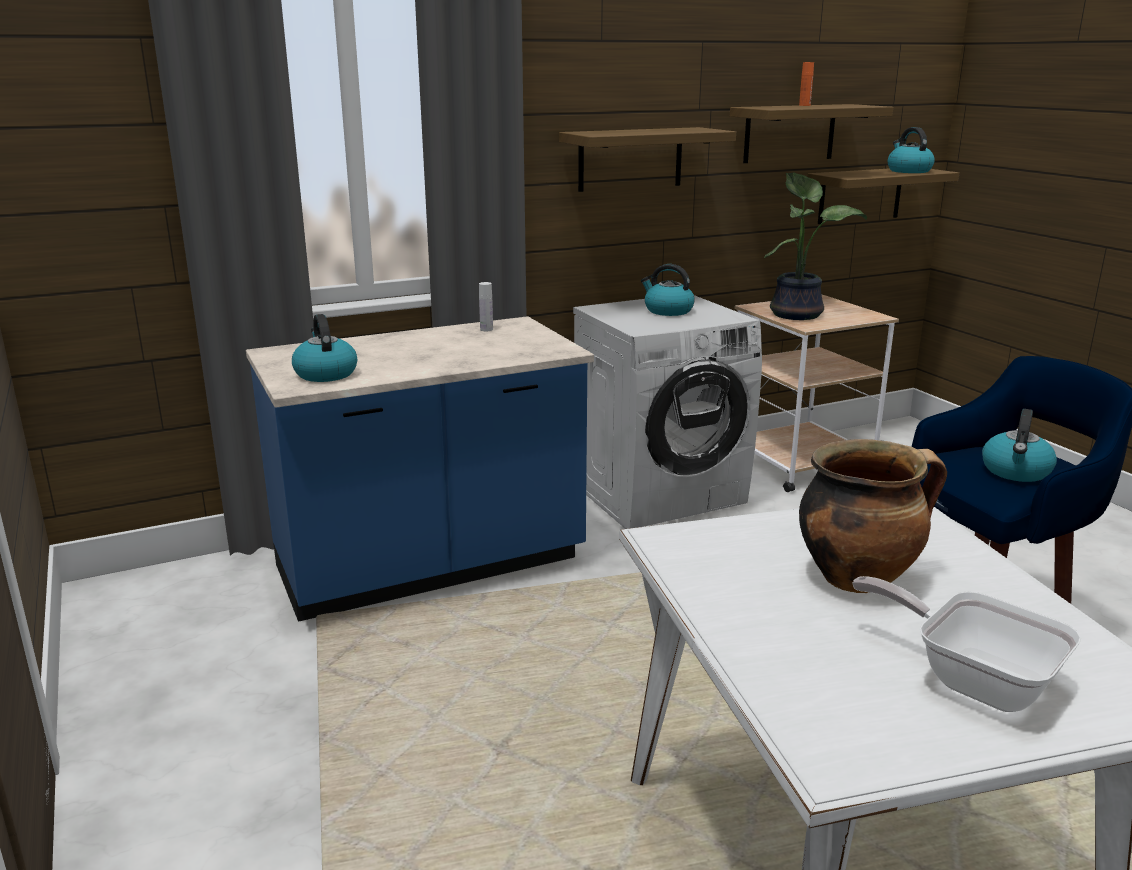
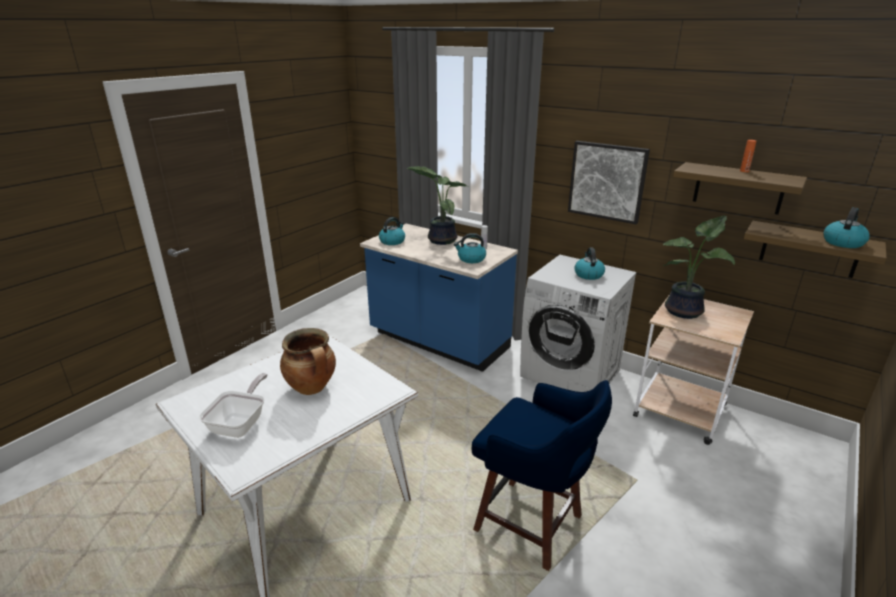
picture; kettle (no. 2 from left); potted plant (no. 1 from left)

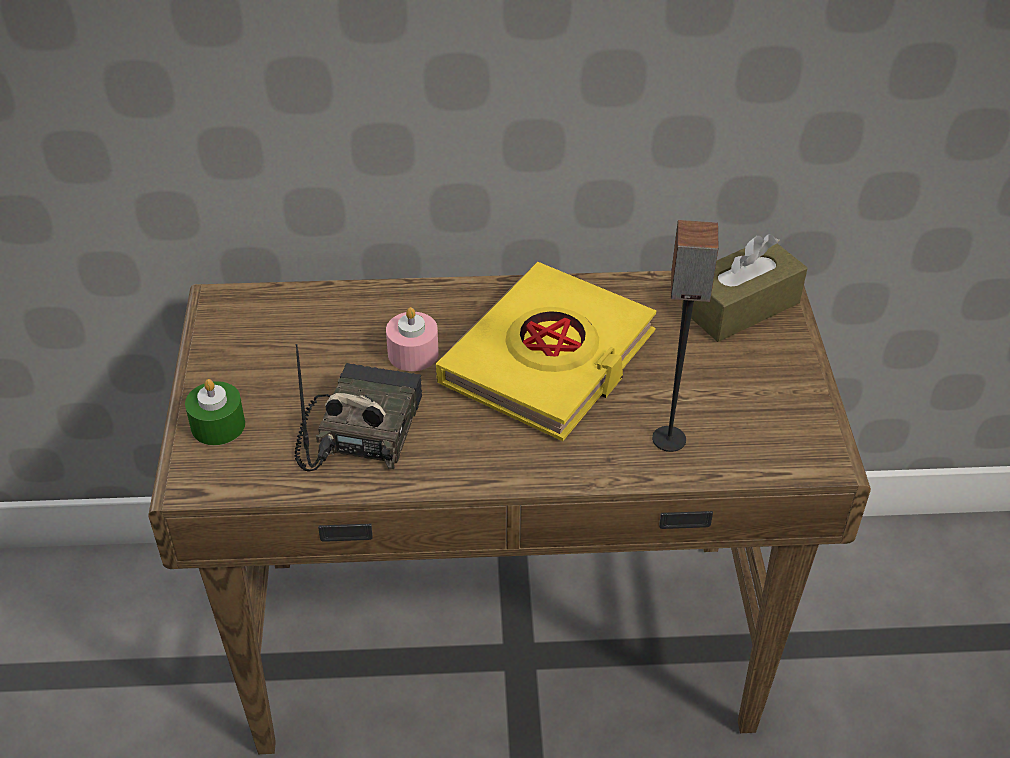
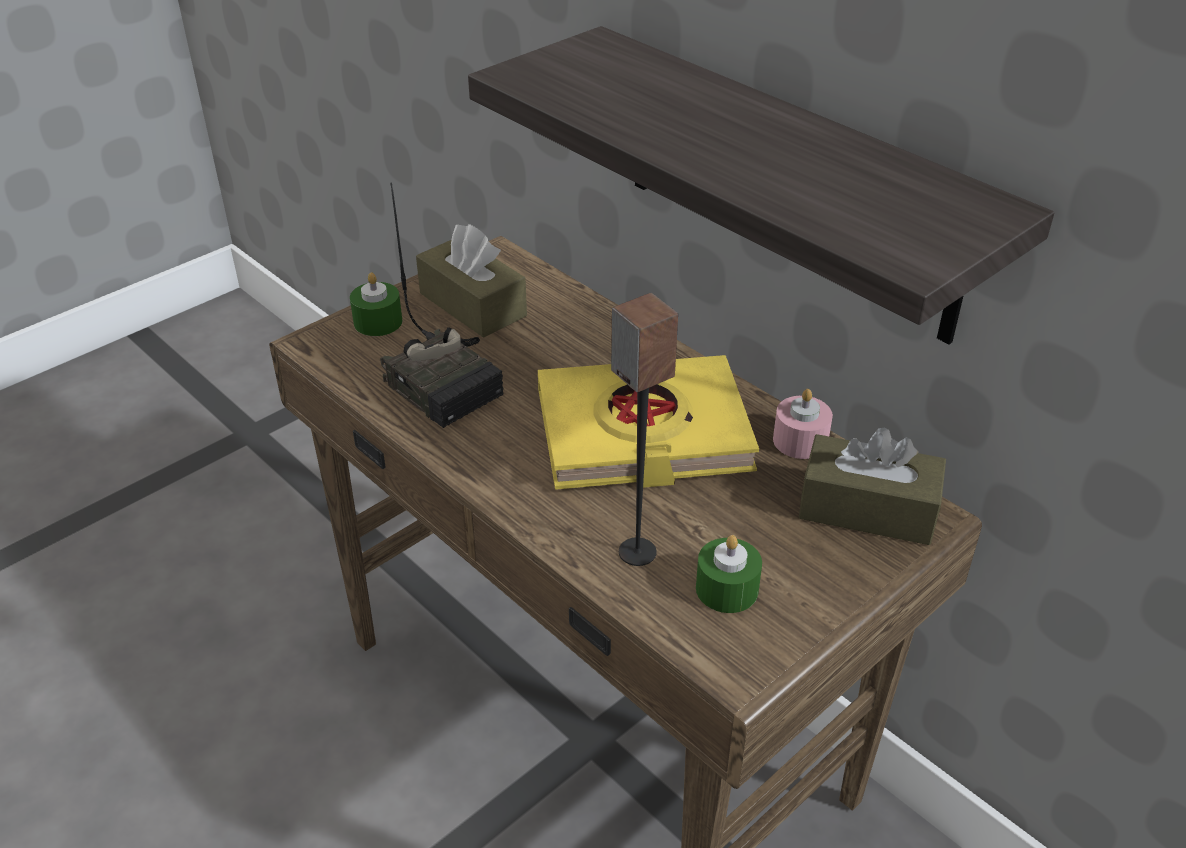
radio; pink candle; brown tissue box (no. 1 from left); shelf; green candle (no. 2 from left)

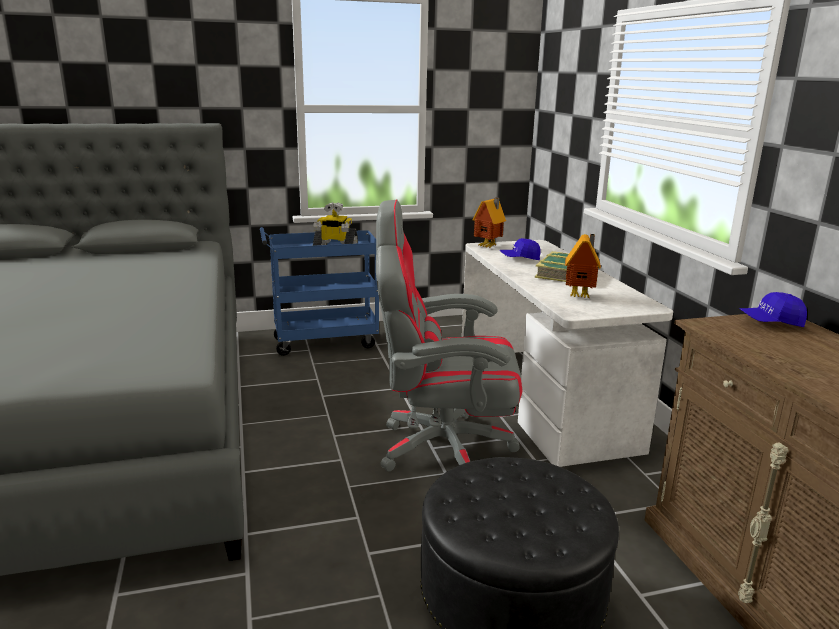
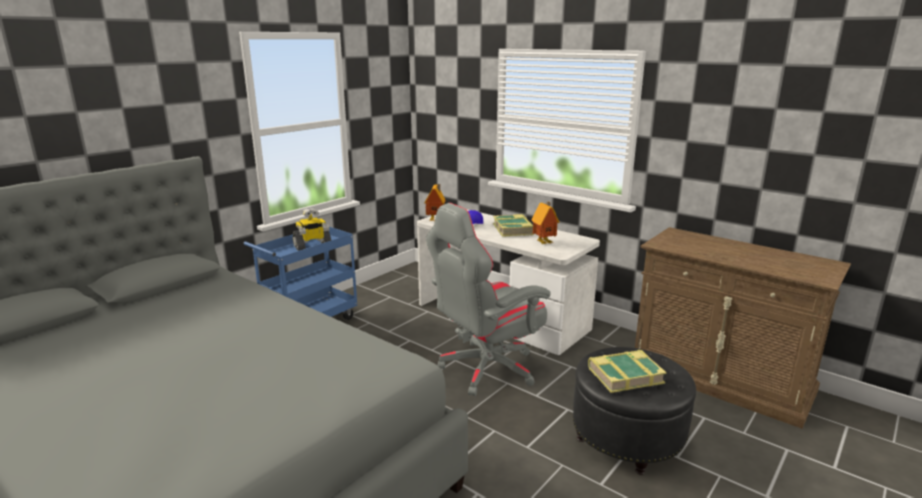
blue cap (no. 2 from left in the first image); book (no. 2 from left)

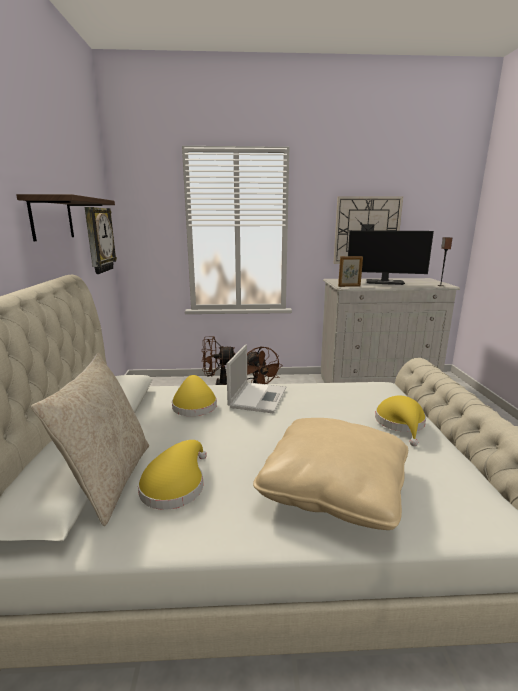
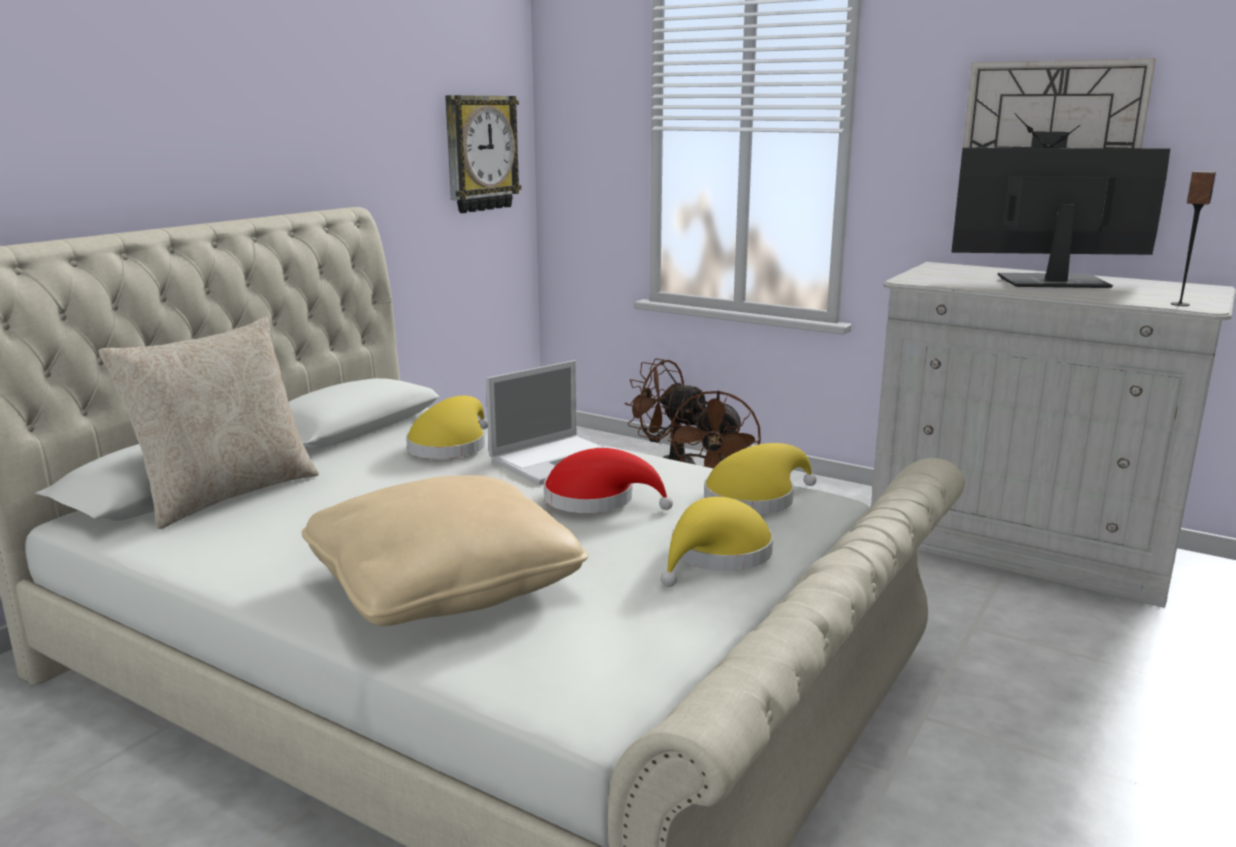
shelf; yellow hat (no. 3 from left); picture frame; monitor; red hat

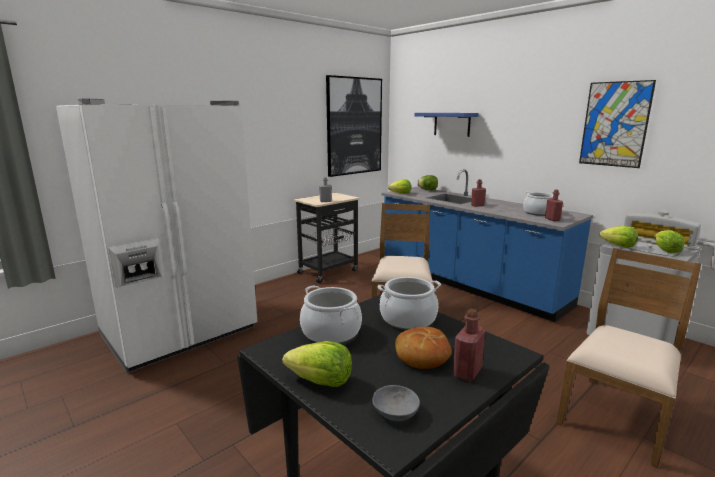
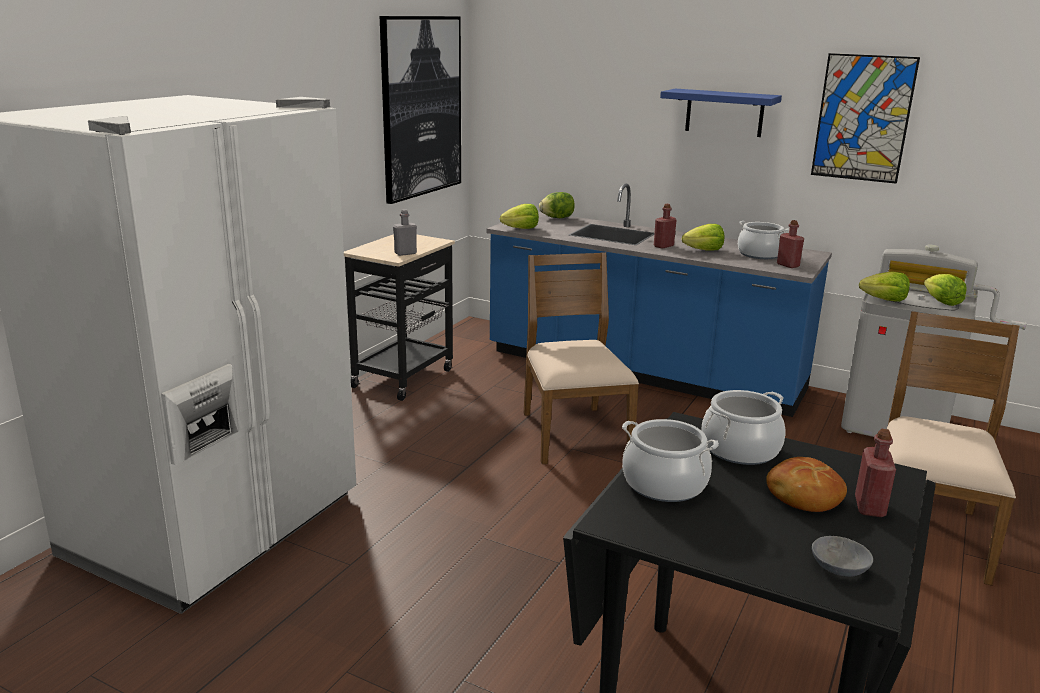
lettuce (no. 3 from left); blue shelf

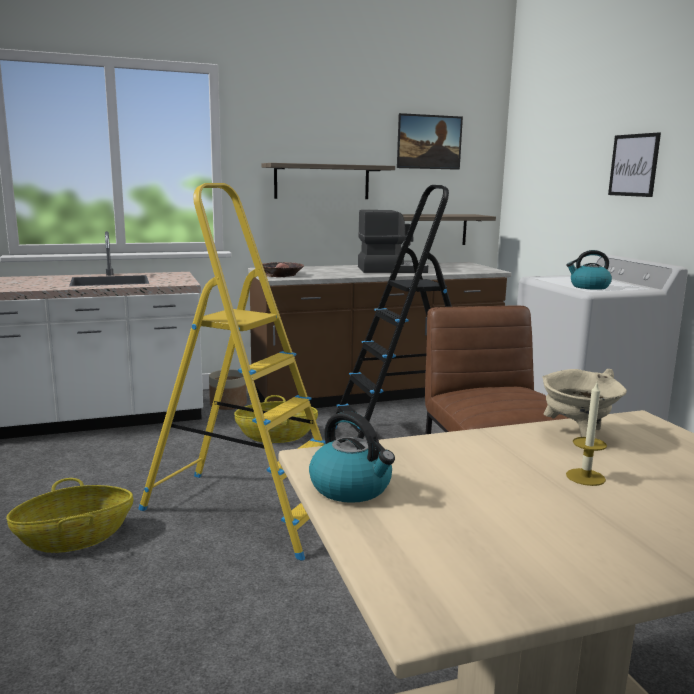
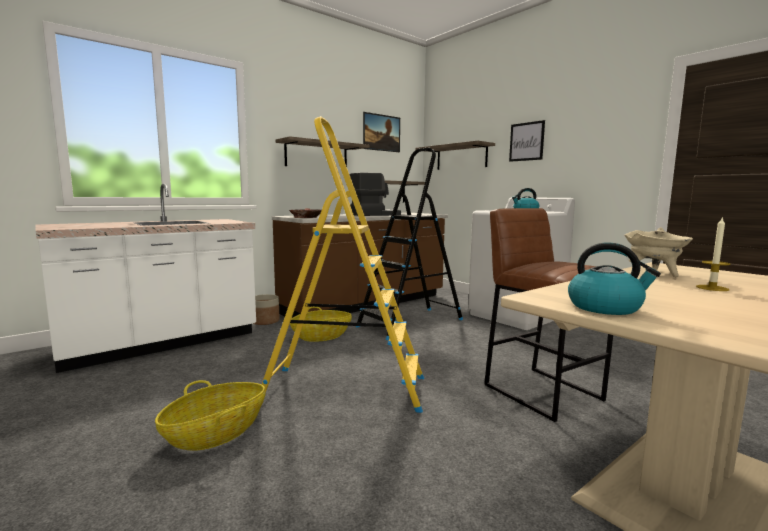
shelf (no. 3 from left)

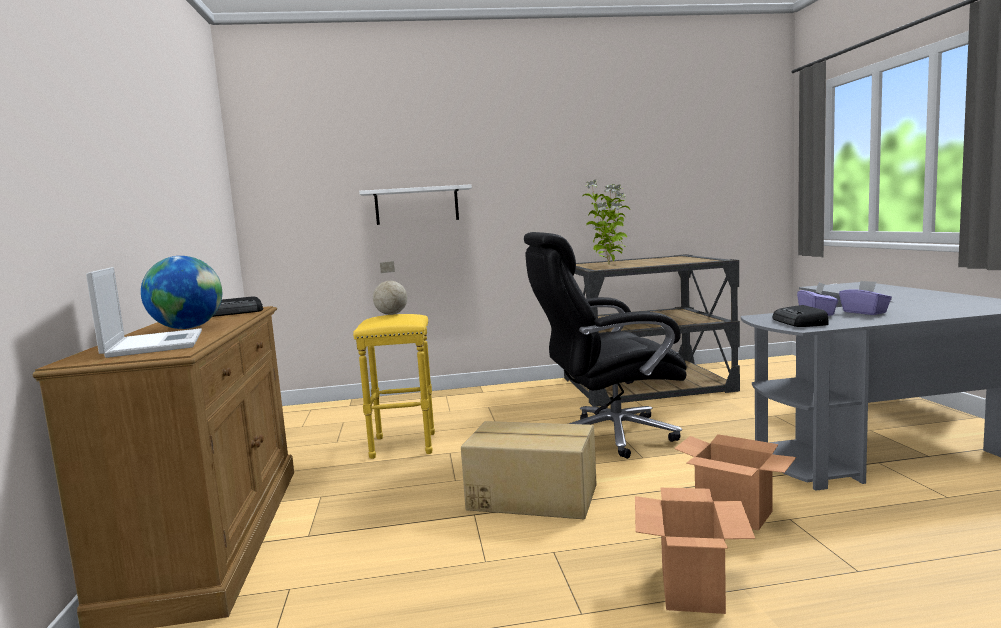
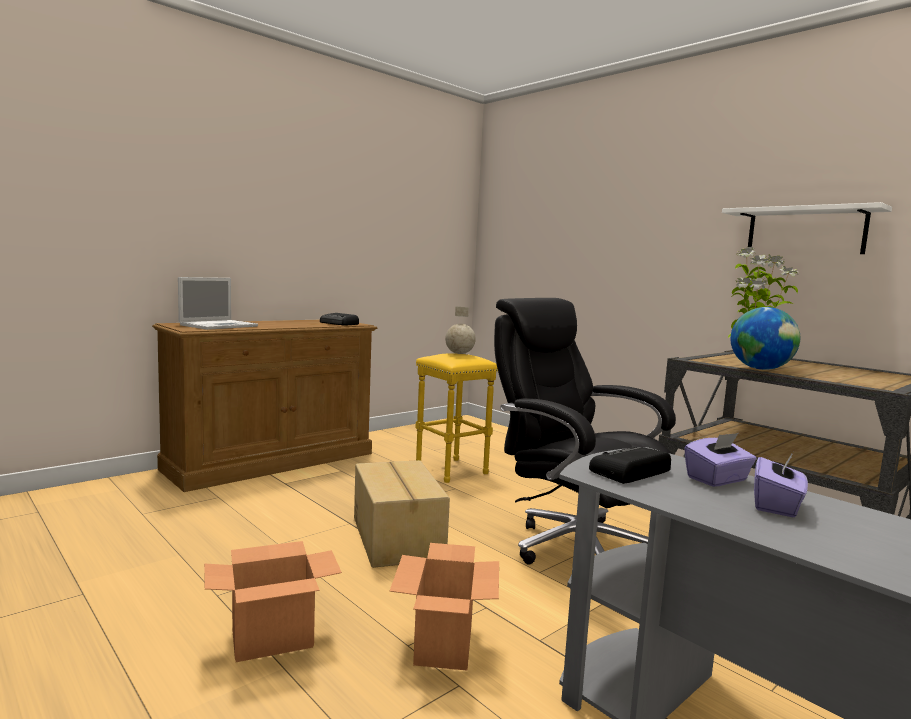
globe (no. 2 from left); white shelf

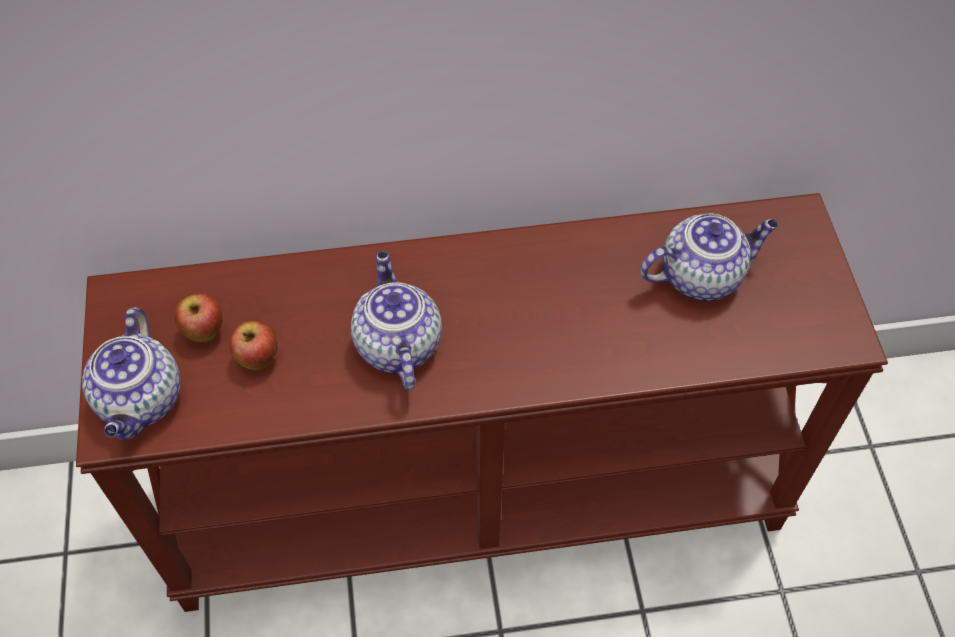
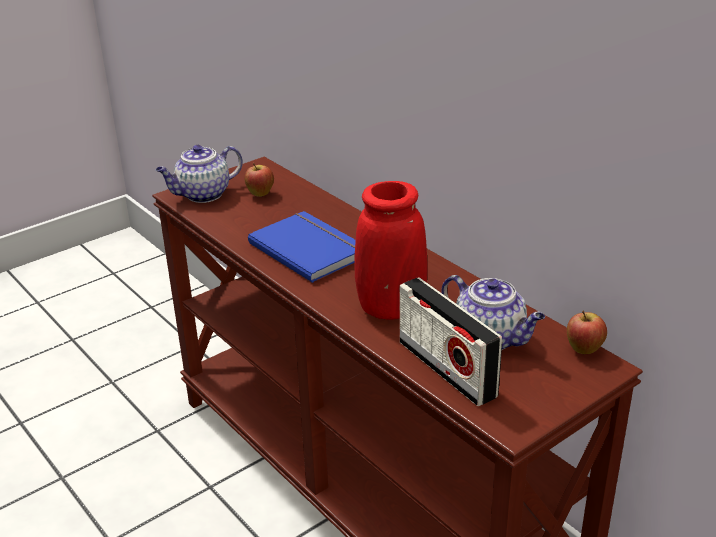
apple (no. 2 from left); blue book; red vase; radio

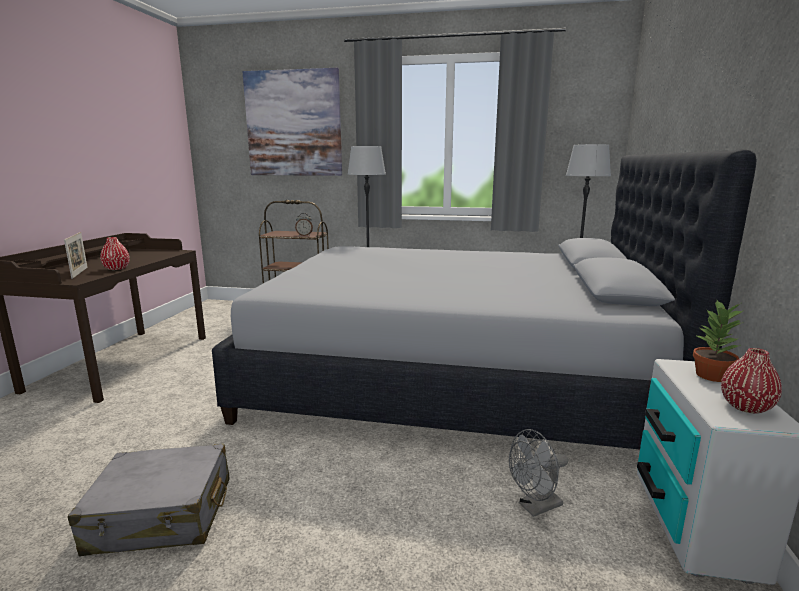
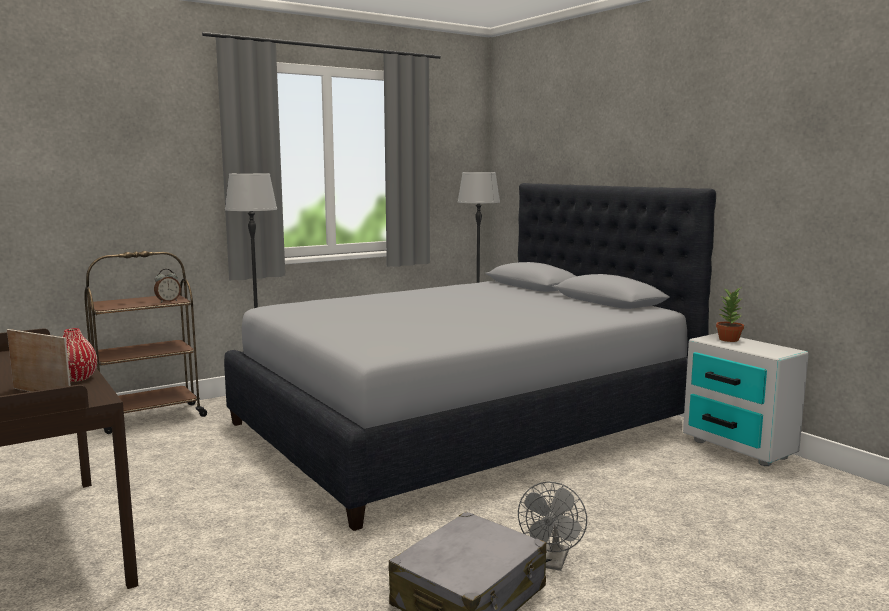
picture; grey fan; red vase (no. 2 from left in the first image)

